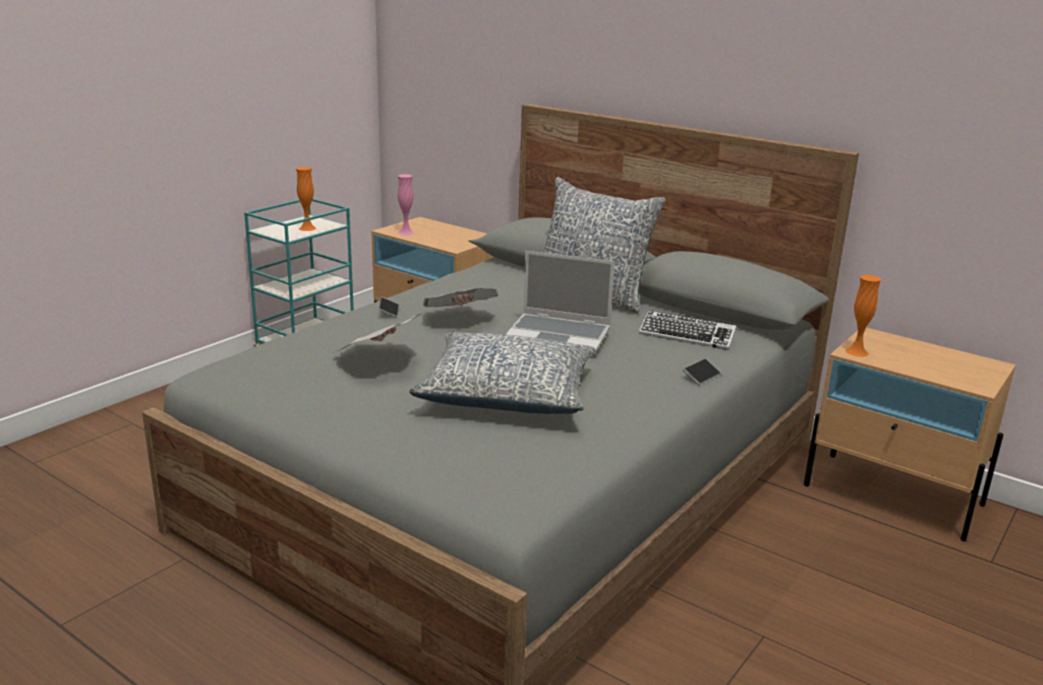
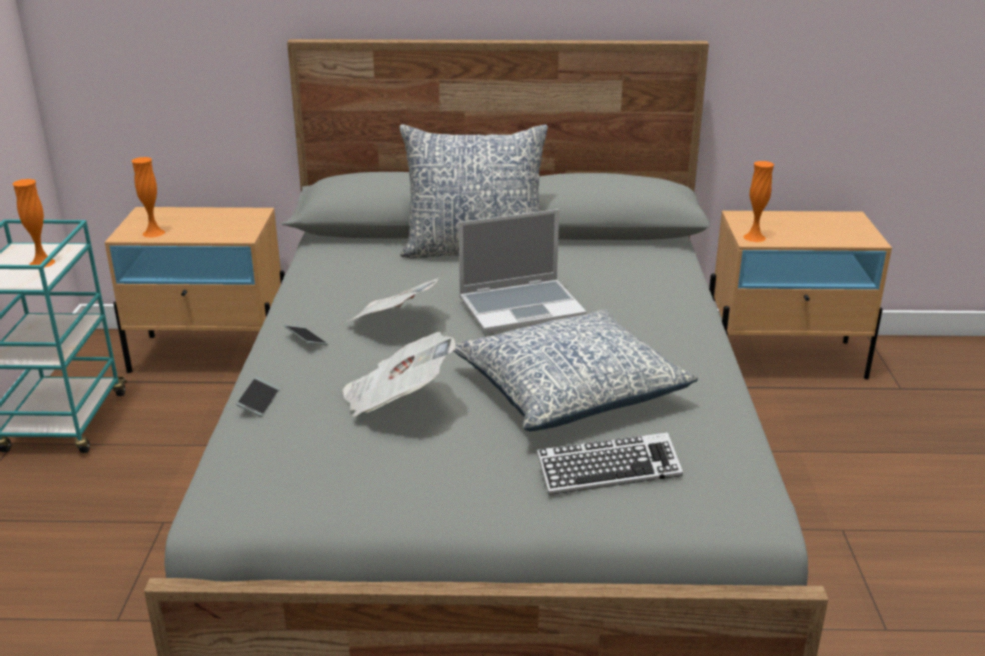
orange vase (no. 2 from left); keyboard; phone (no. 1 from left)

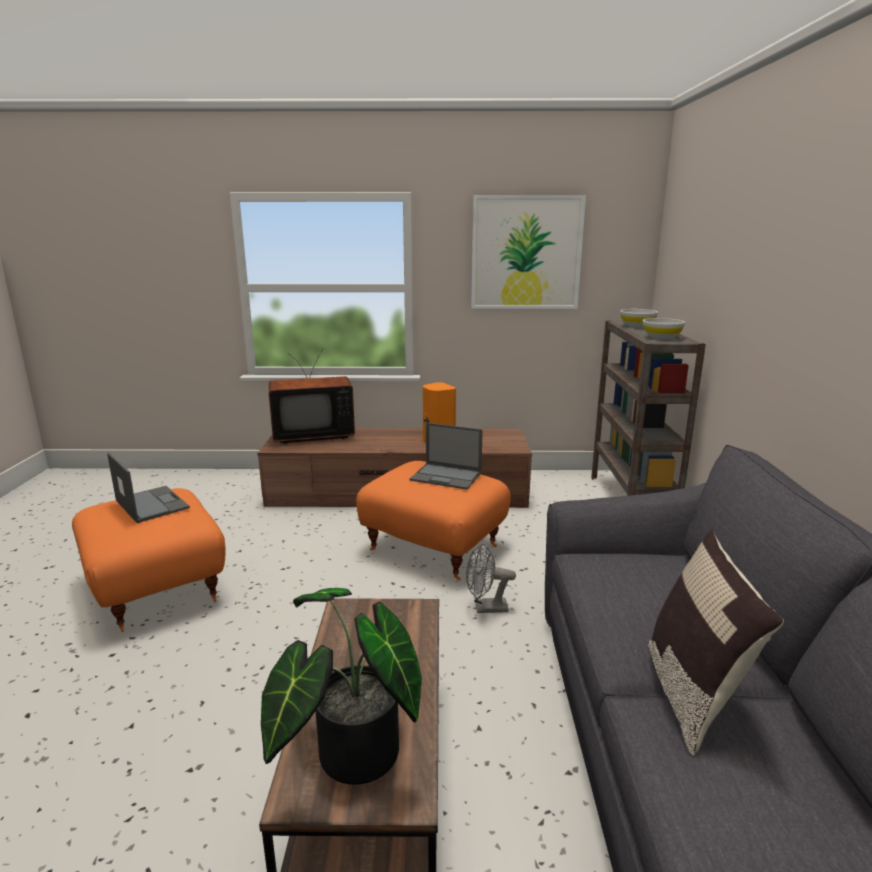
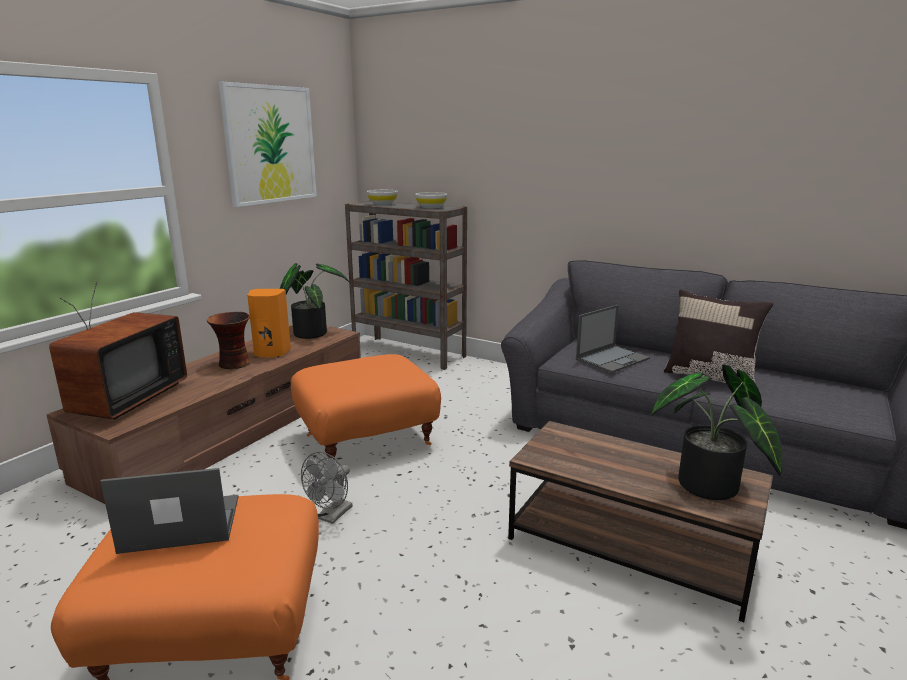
laptop (no. 2 from left); grey fan; vase; potted plant (no. 1 from left)

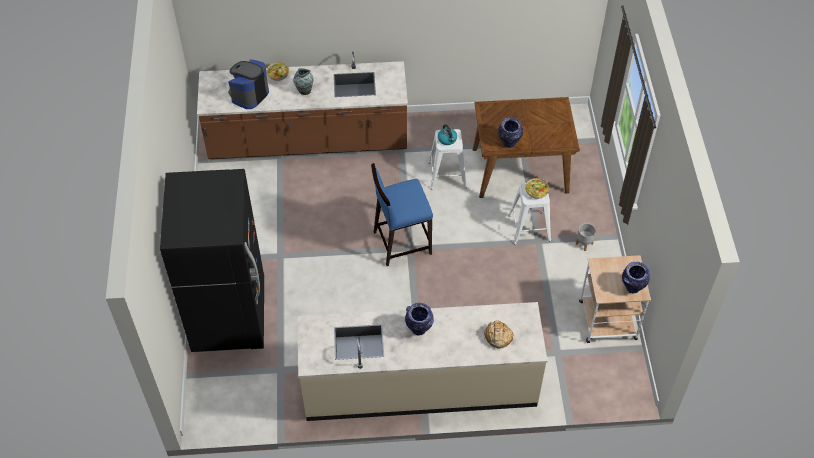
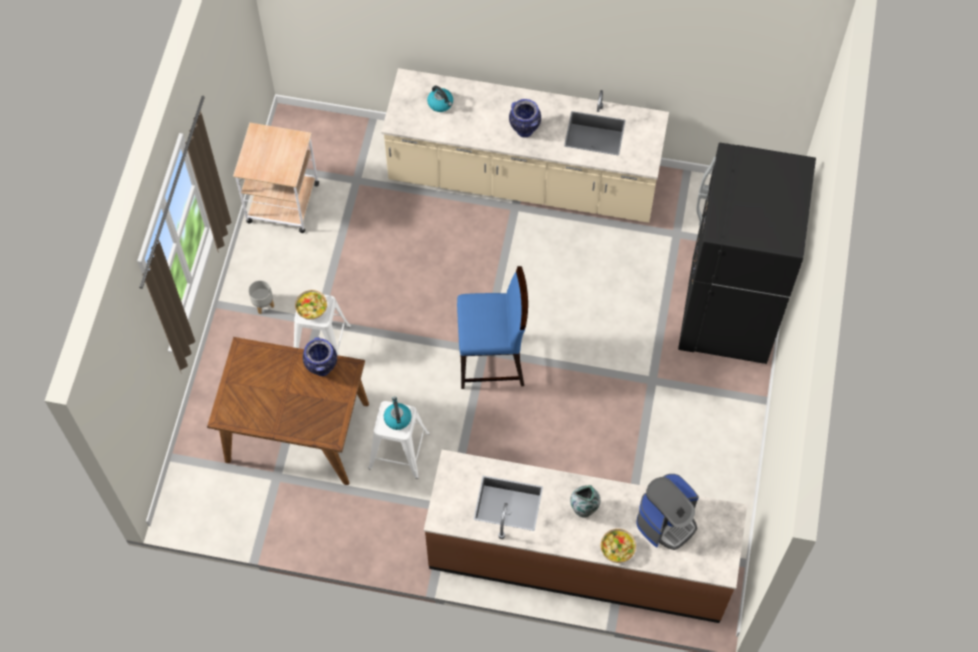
kettle (no. 2 from left); vase (no. 4 from left in the first image)

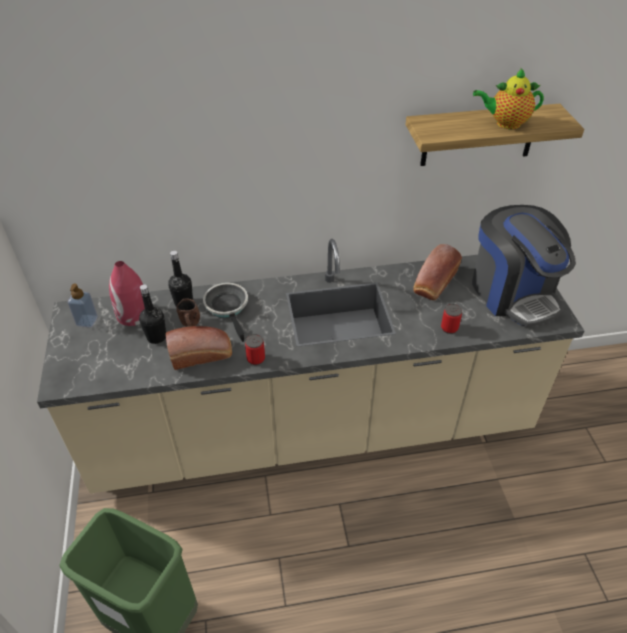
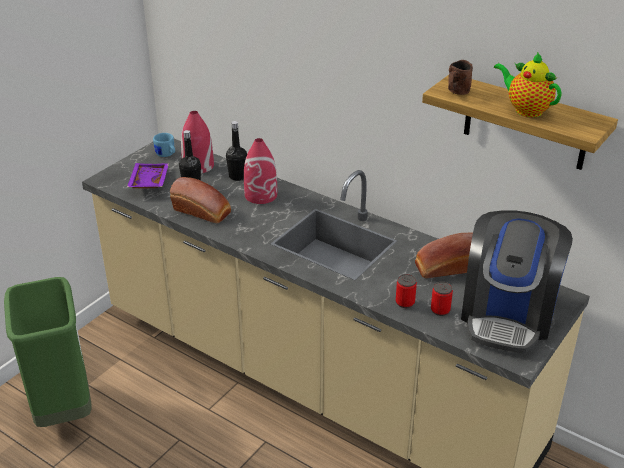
blue mug; brown mug; red vase (no. 2 from left); can (no. 2 from left); purple tray

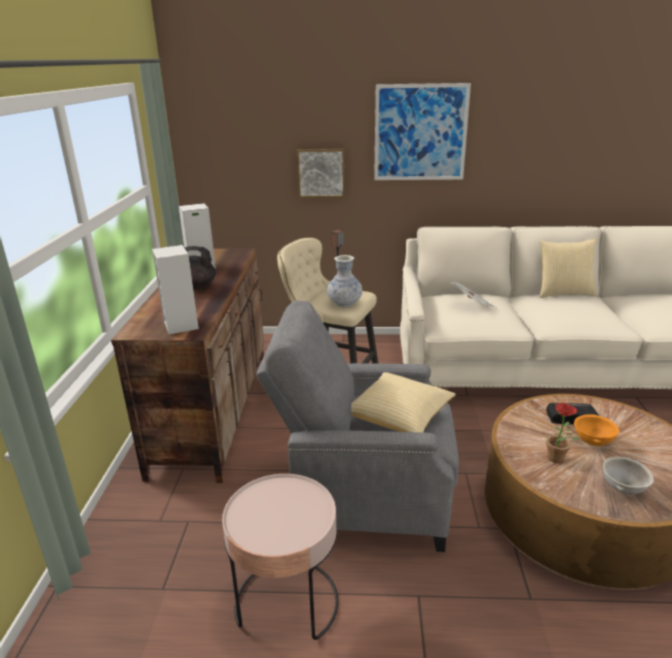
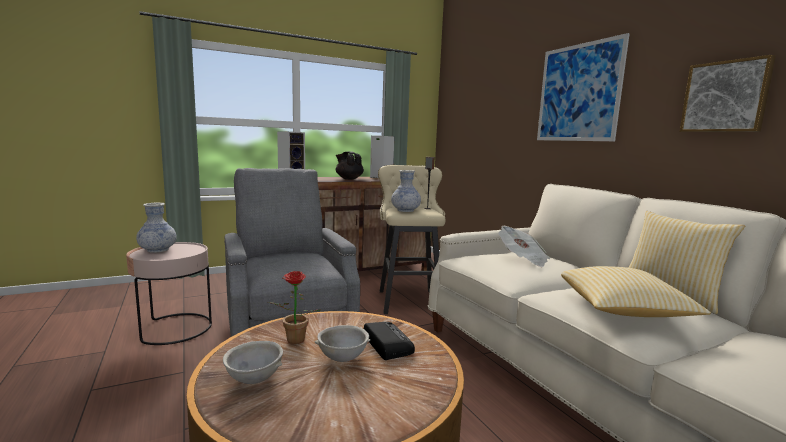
picture (no. 2 from left); pillow (no. 1 from left); grey bowl (no. 2 from left); vase (no. 1 from left)

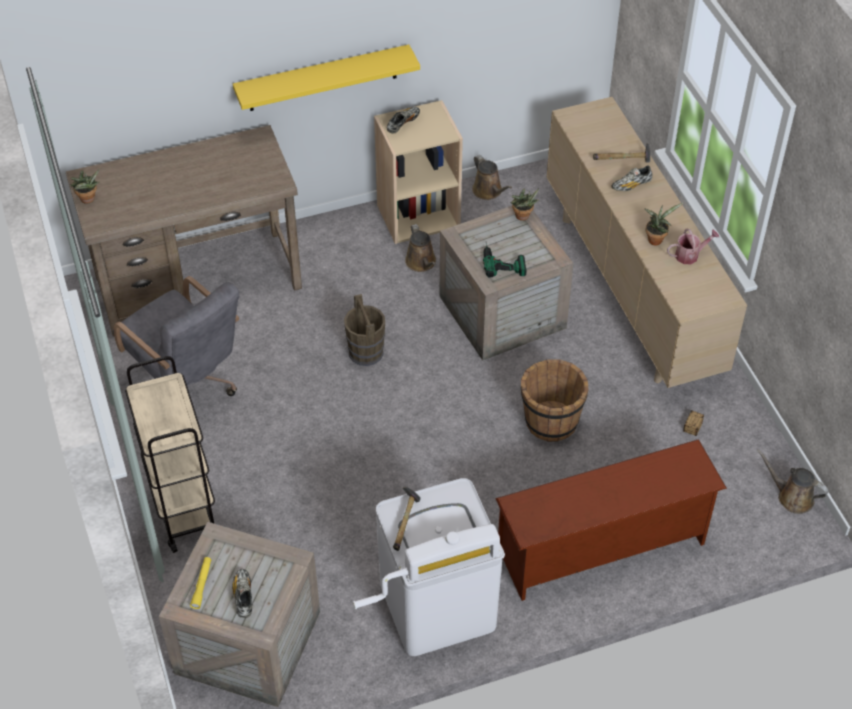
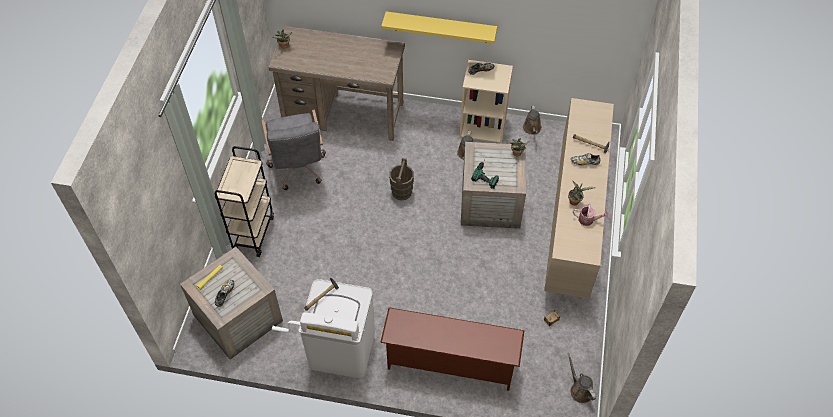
brown bucket (no. 2 from left in the first image)

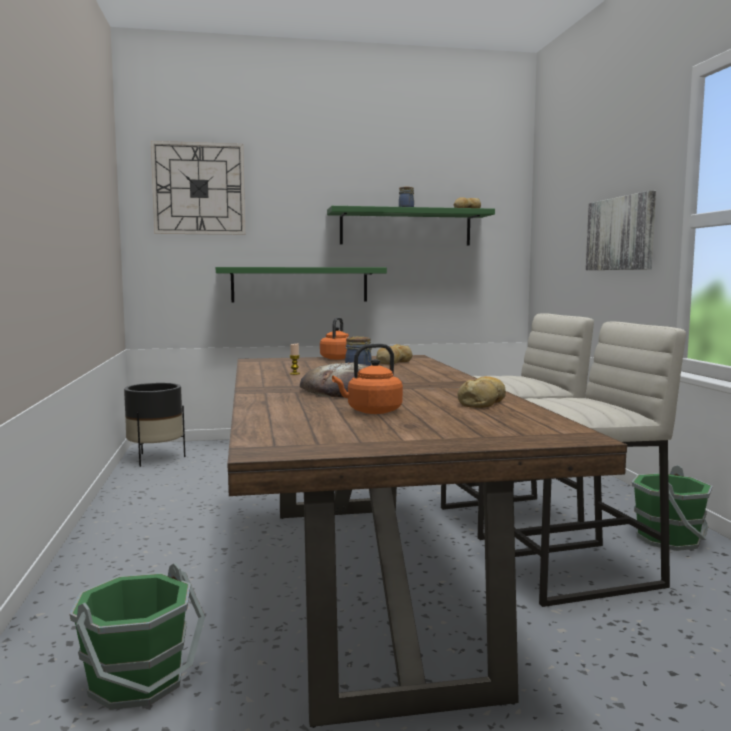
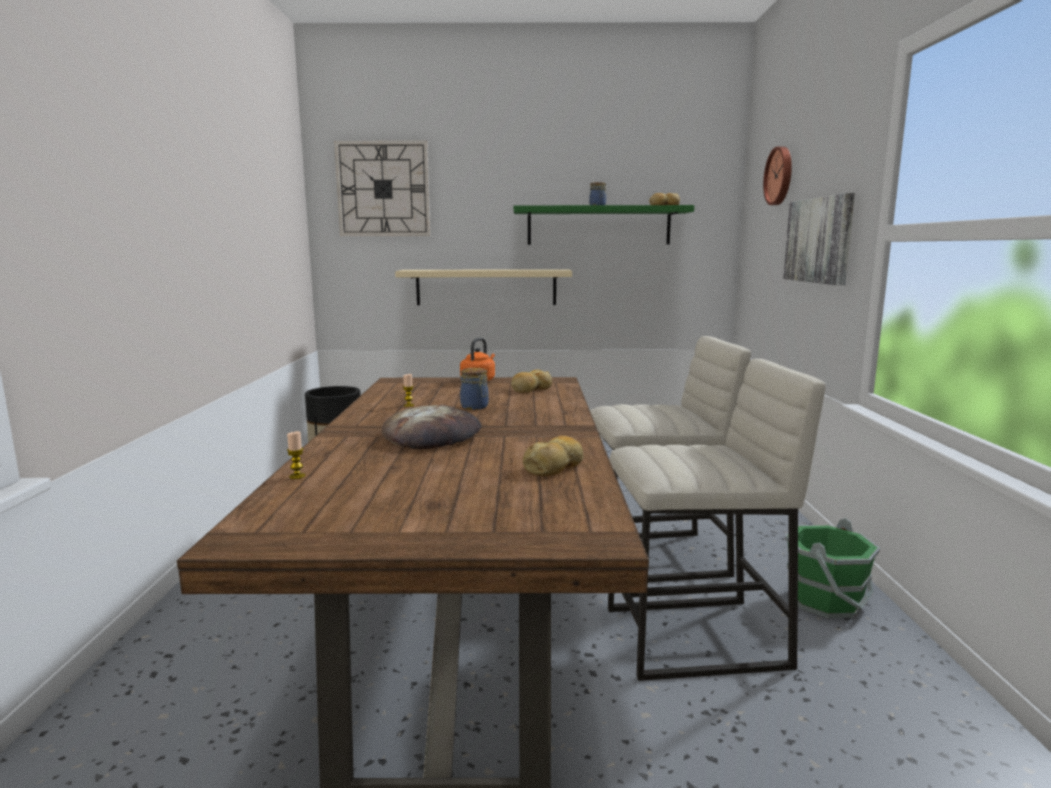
green bucket (no. 1 from left in the first image); beige shelf; orange kettle (no. 2 from left in the first image); candle (no. 1 from left); wall clock (no. 2 from left)

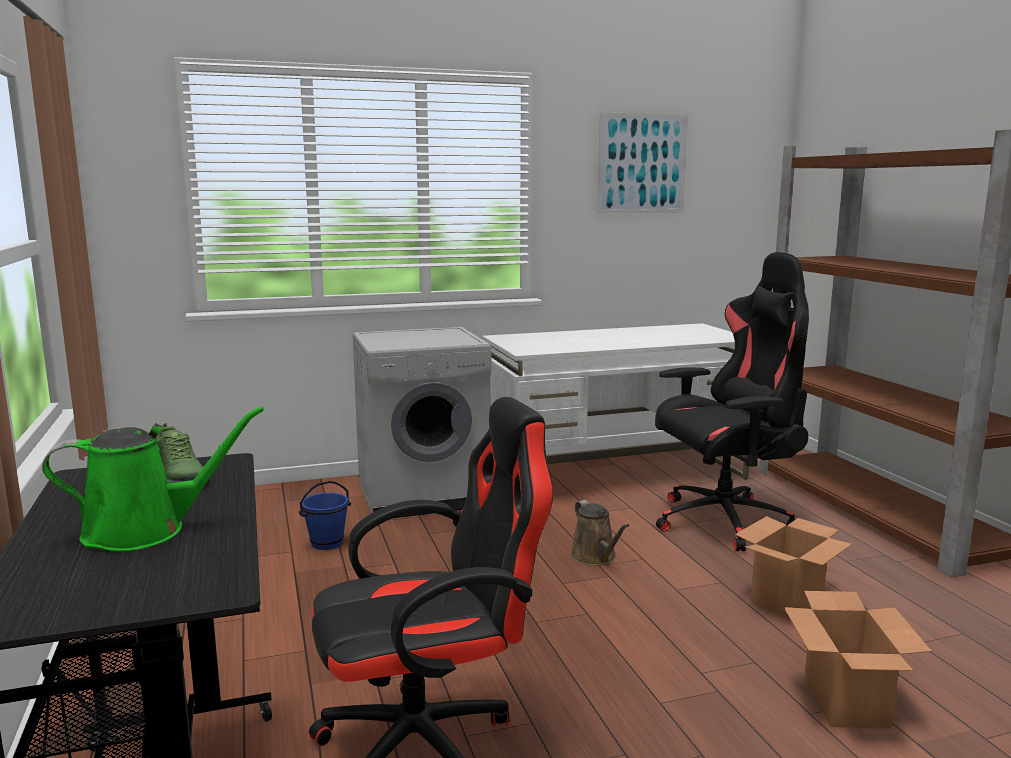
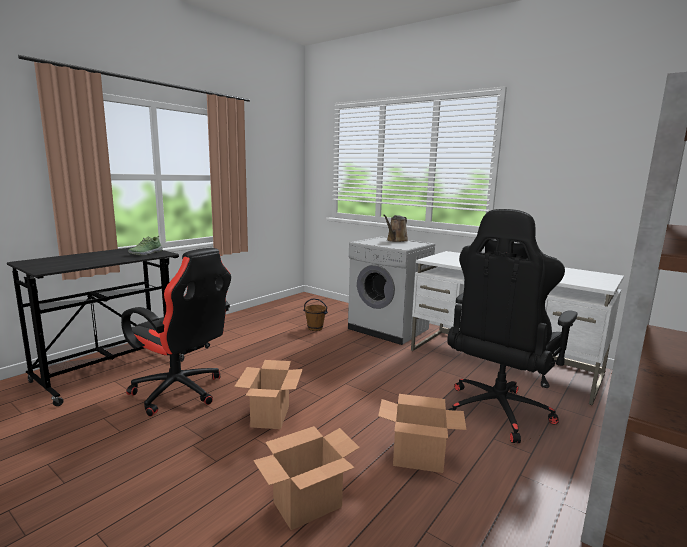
green watering can; brown bucket; brown watering can; picture; black office chair (no. 2 from left); cardboard box (no. 1 from left)

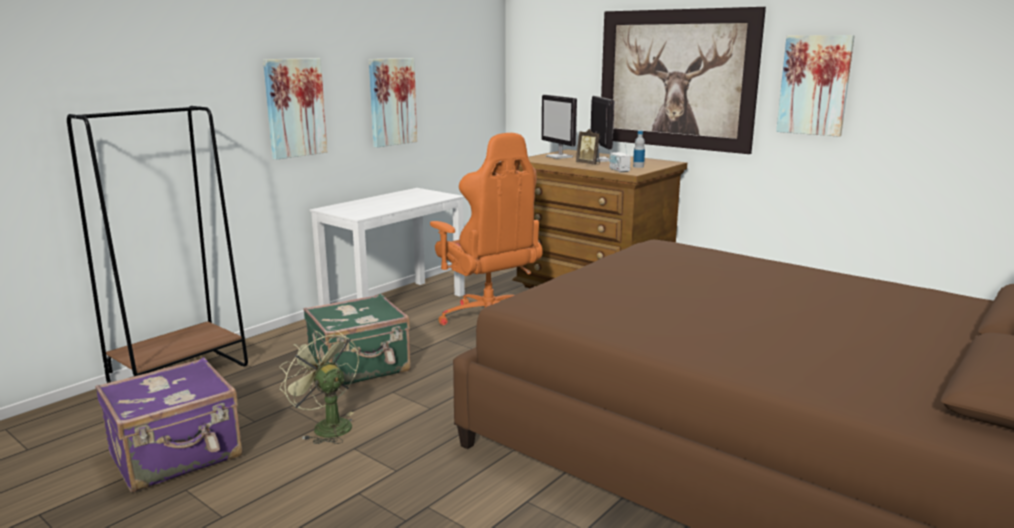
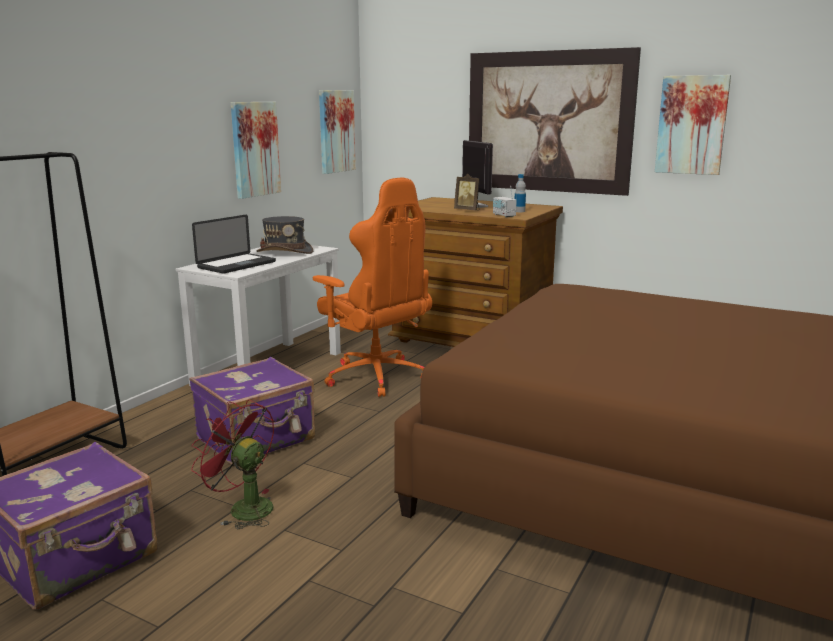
picture (no. 2 from left); red fan; purple suitcase (no. 2 from left); monitor (no. 1 from left in the first image); laptop; grey hat

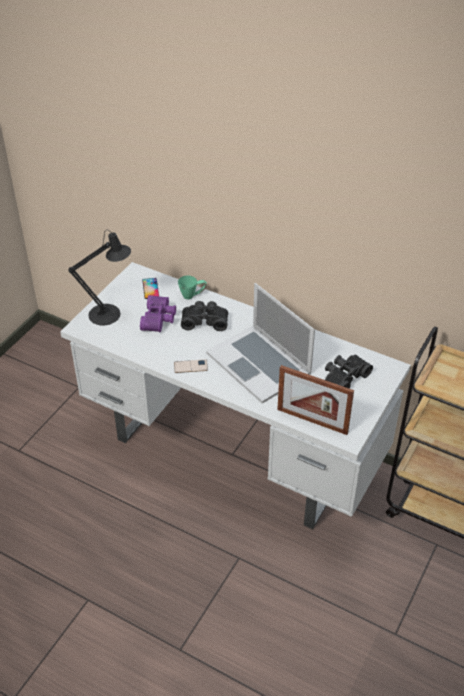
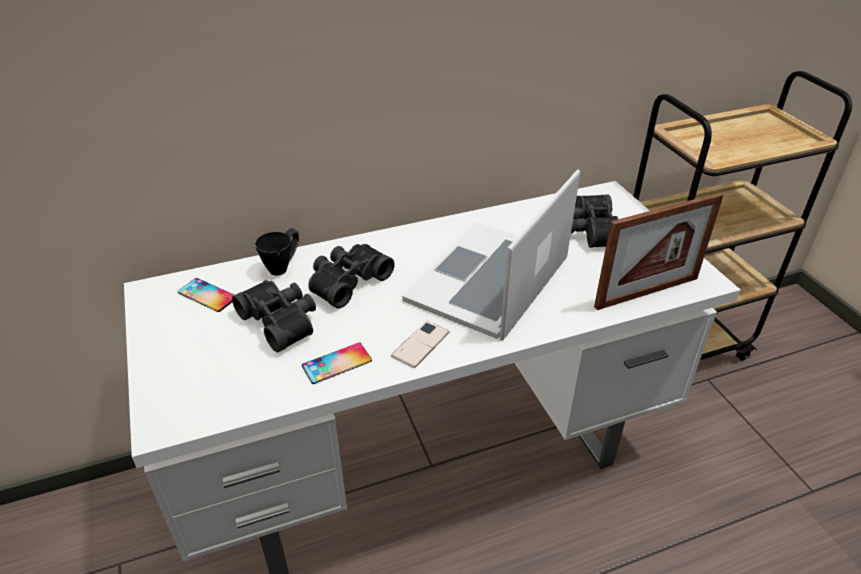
black table lamp; black binoculars (no. 1 from left); black mug; laptop; phone (no. 2 from left)

